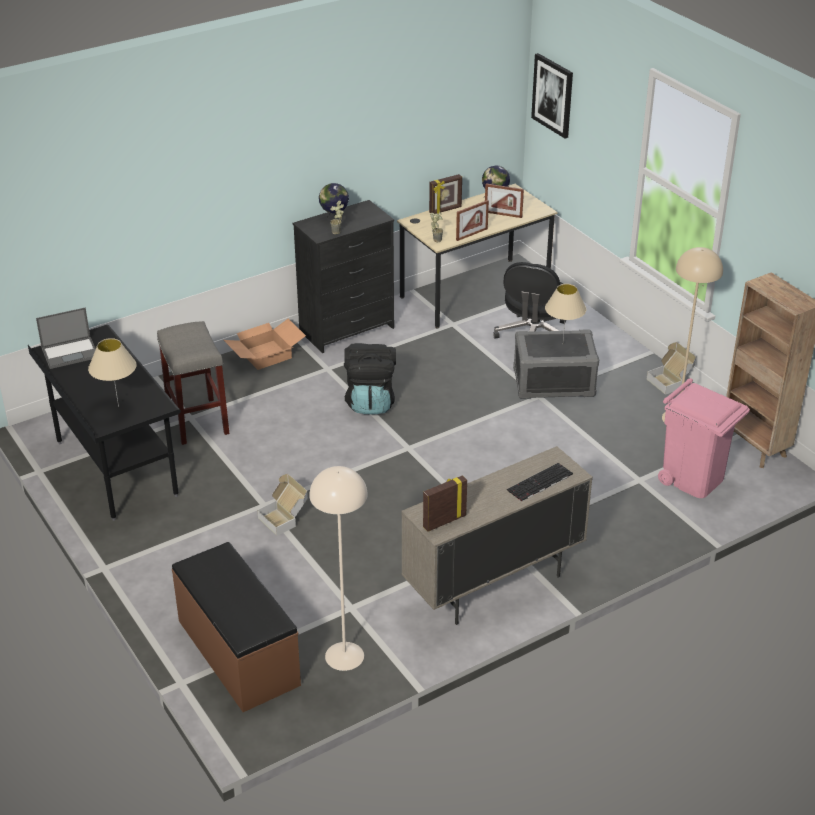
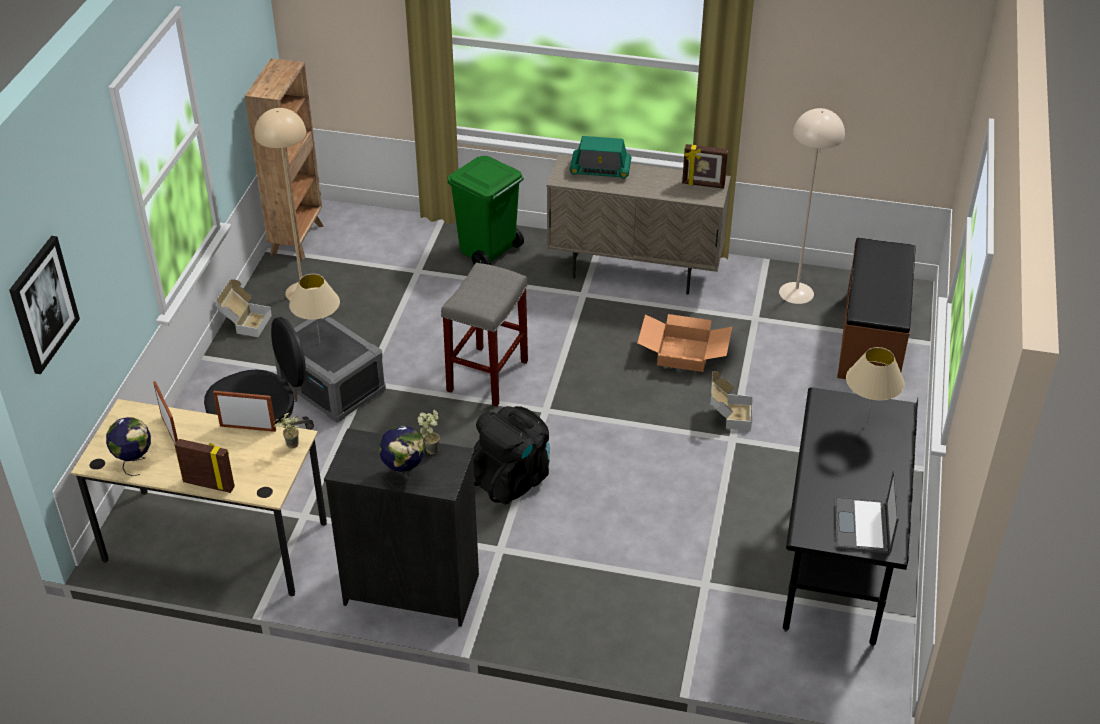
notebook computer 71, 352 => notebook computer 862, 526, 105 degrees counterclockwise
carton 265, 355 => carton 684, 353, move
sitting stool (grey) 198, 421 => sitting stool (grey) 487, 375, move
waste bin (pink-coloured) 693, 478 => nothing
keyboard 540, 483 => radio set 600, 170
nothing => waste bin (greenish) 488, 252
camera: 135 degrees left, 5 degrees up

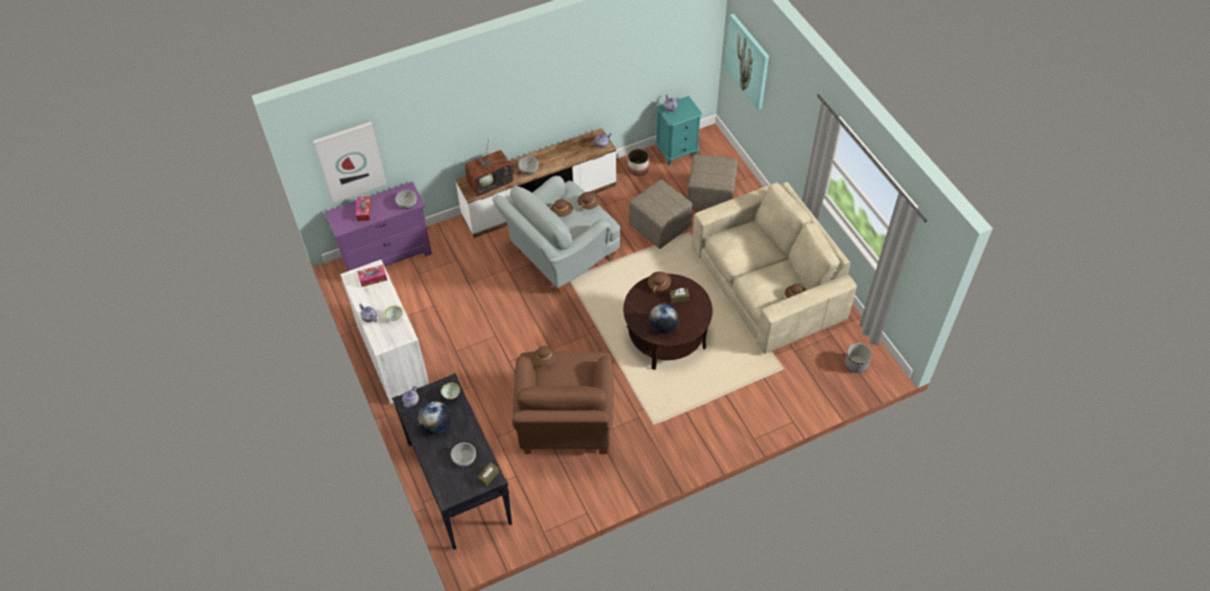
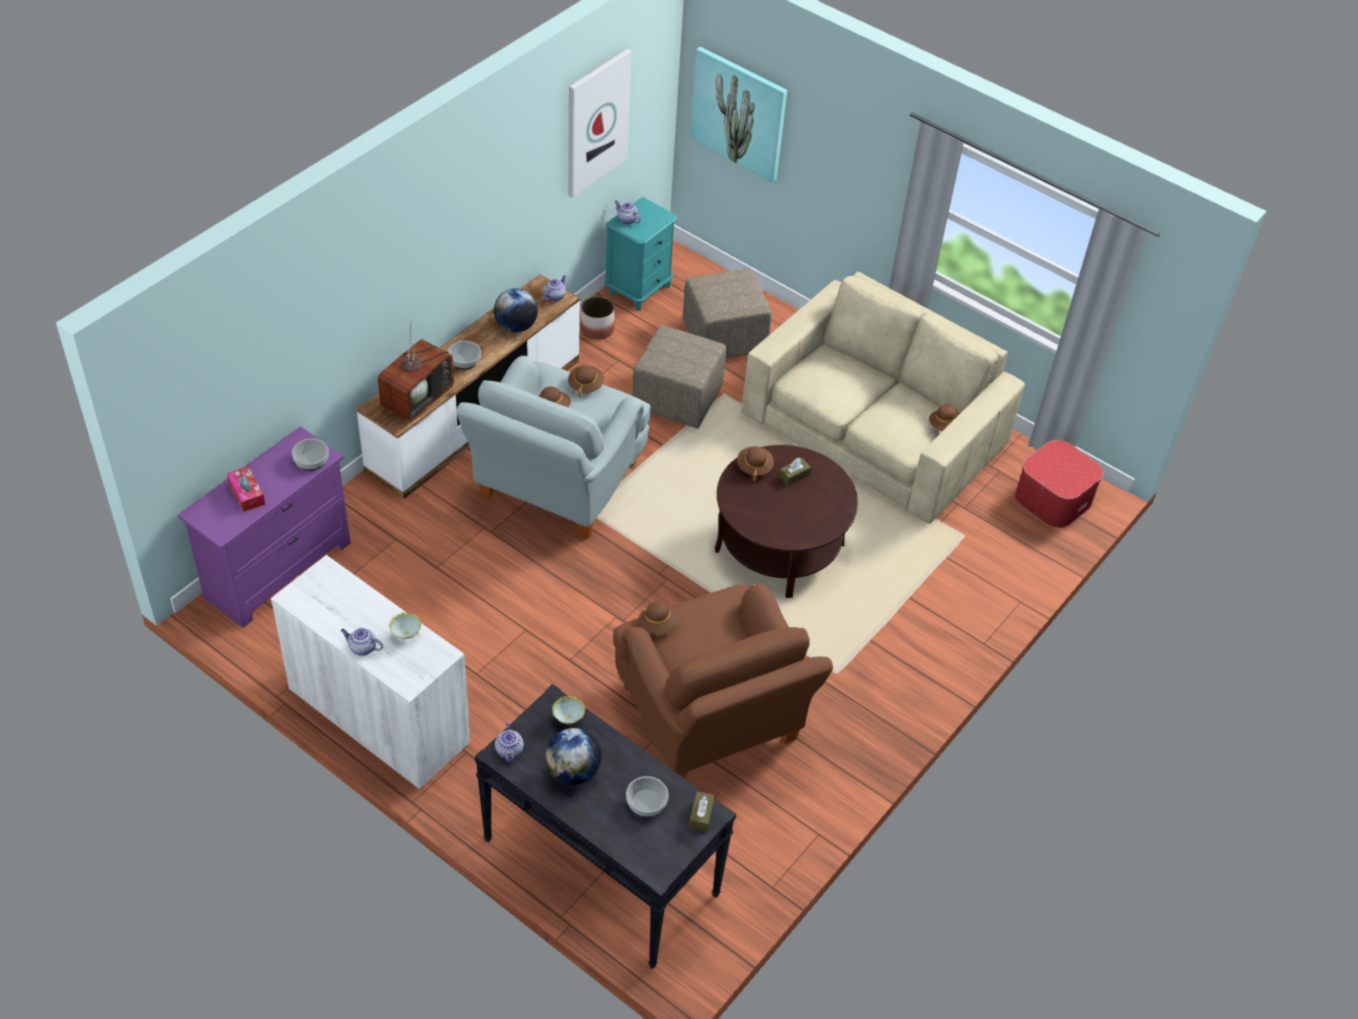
wall art 350, 161 => wall art 596, 122, move
tissue holder 373, 278 => nothing
world globe 663, 327 => world globe 516, 326, move
plant pot 856, 364 => footrest 1053, 498
camera: 30 degrees left, 5 degrees down

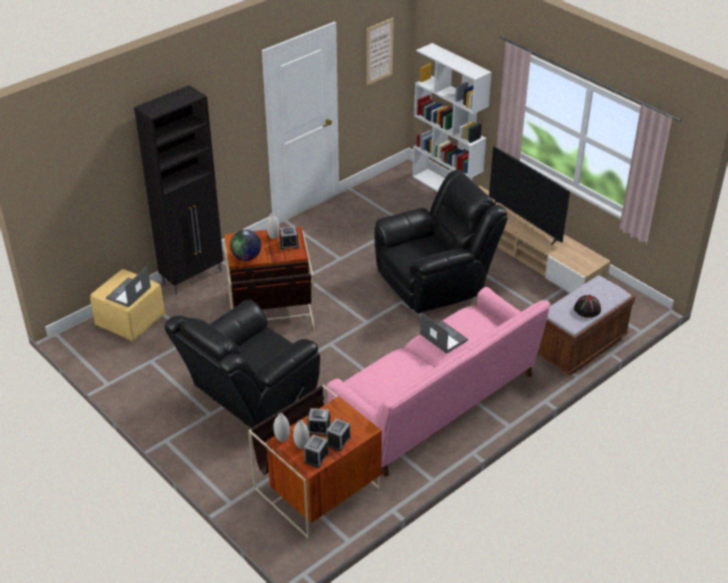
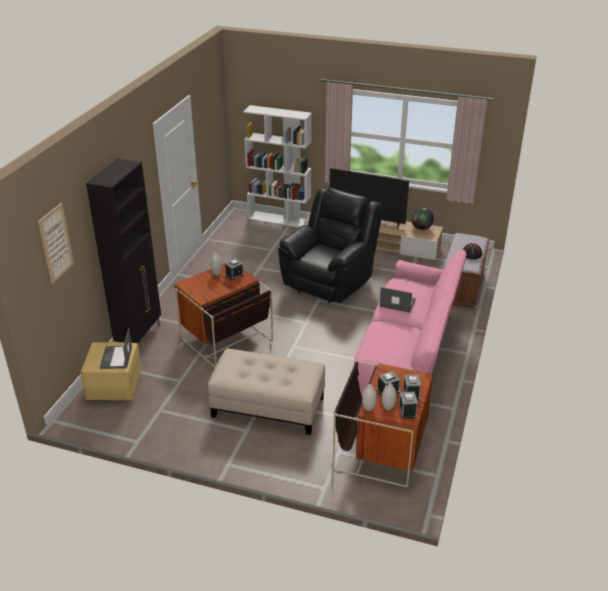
wall art 379, 51 => wall art 56, 243, move
world globe 246, 257 => world globe 421, 228, move
armchair (black-coloured) 249, 399 => footrest (beige) 267, 407
camera: 30 degrees left, 5 degrees down

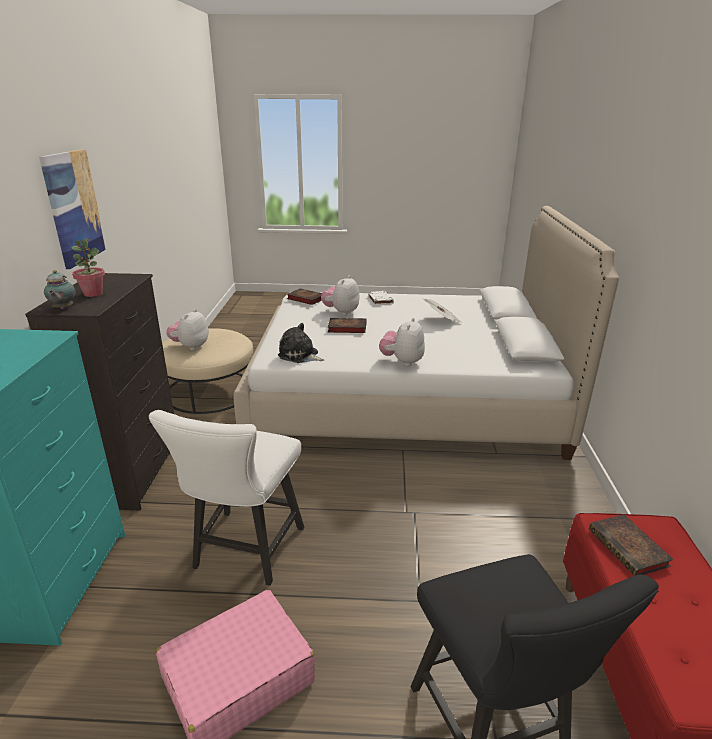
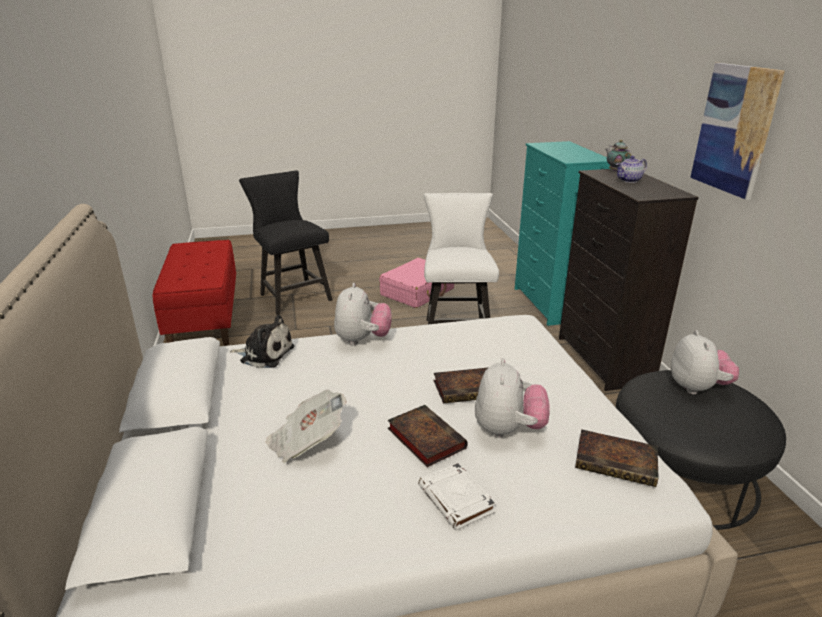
plant in a pot 93, 293 => tea pot 629, 180
cuddly toy 300, 355 => cuddly toy 264, 354, move
footrest (beige) 210, 391 => footrest (black-coloured) 681, 475
bound book 629, 549 => bound book 424, 438, move
camera: 165 degrees right, 0 degrees up

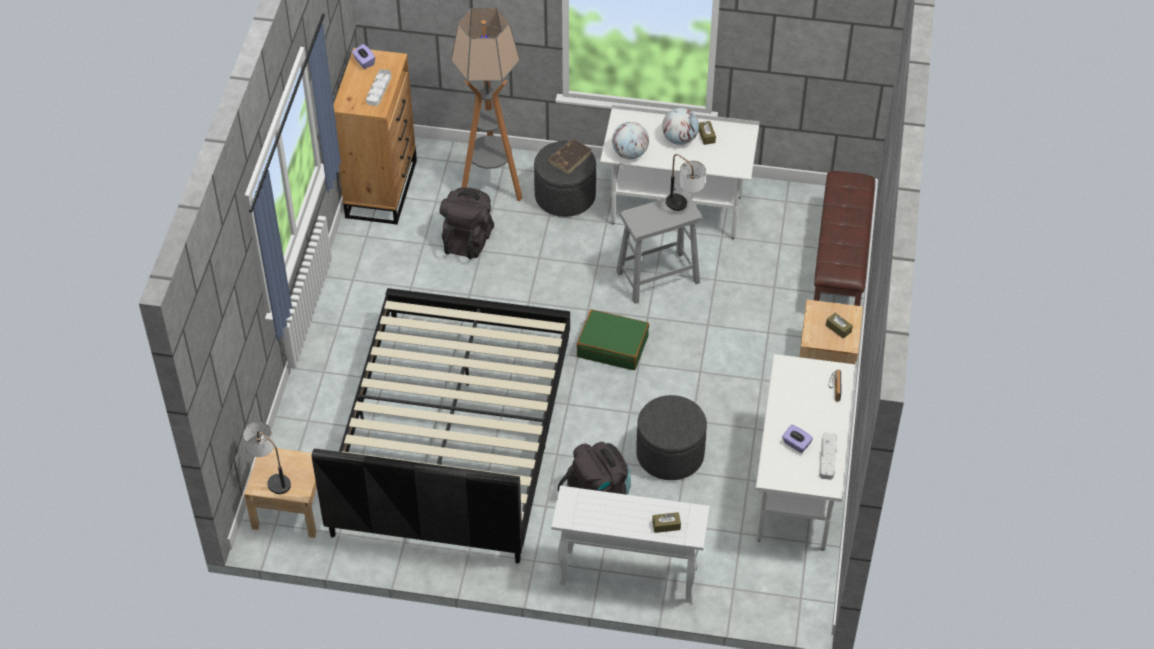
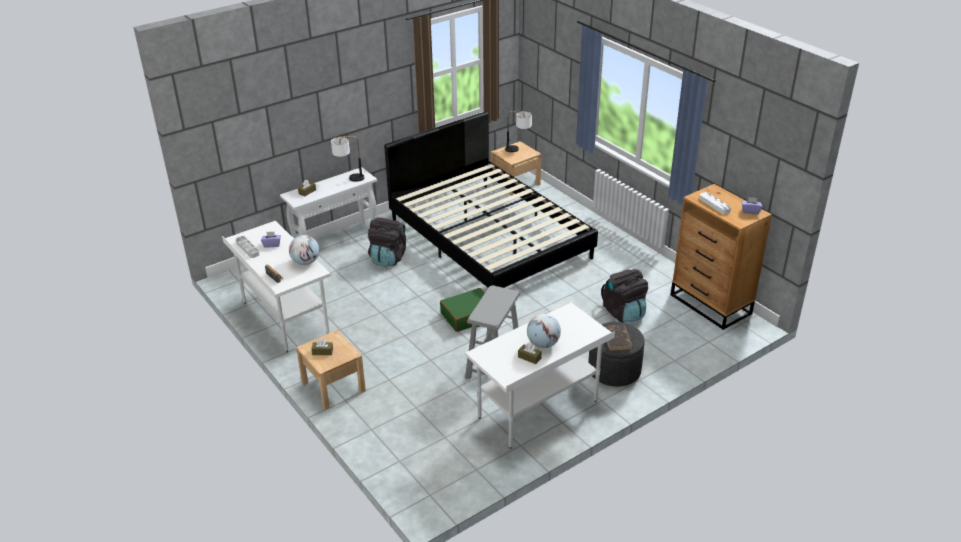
standing lamp 491, 187 => nothing
world globe 630, 153 => world globe 305, 262, move
lamp for a table 684, 208 => lamp for a table 349, 178, move
bench (brown) 840, 265 => nothing
footrest (grey) 670, 454 => nothing
camera: 135 degrees right, 15 degrees down

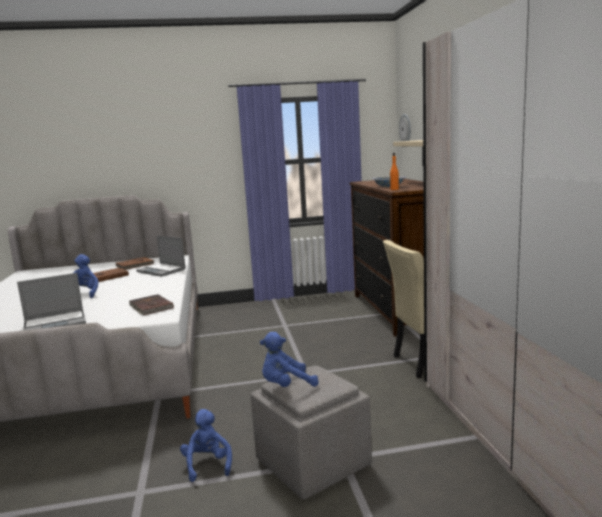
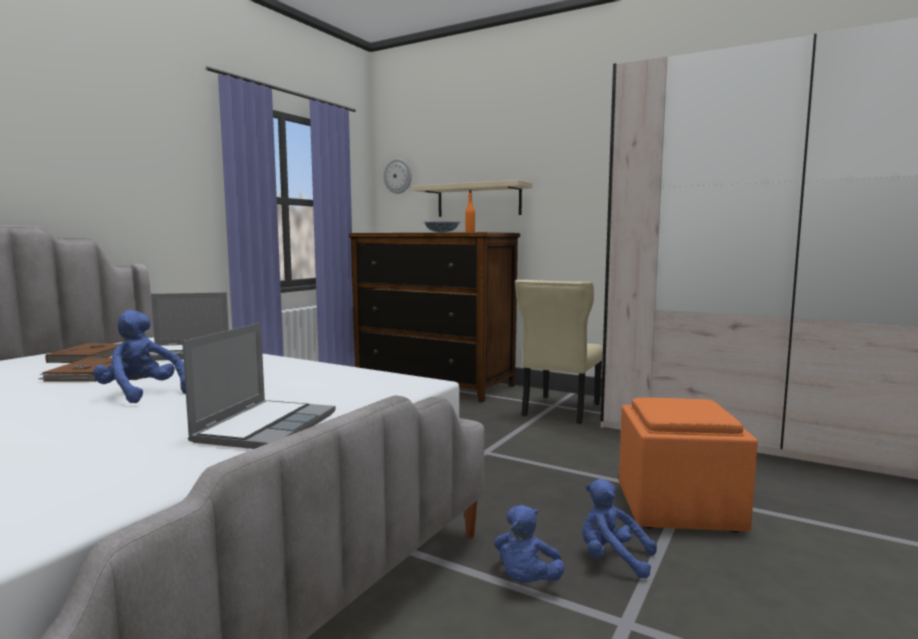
bound book (brown) 150, 307 => nothing
cuddly toy (blue-coloured) 286, 386 => cuddly toy (blue-coloured) 526, 581, move
footrest (grey) 314, 463 => footrest (orange-coloured) 679, 508
camera: 50 degrees left, 5 degrees down

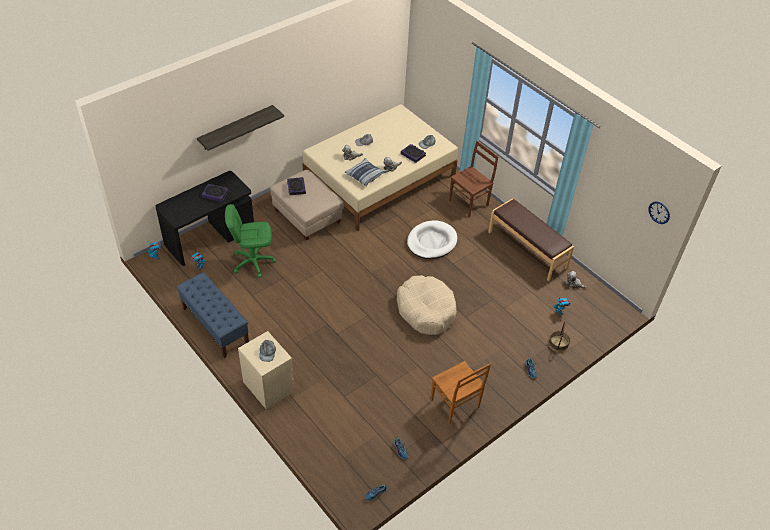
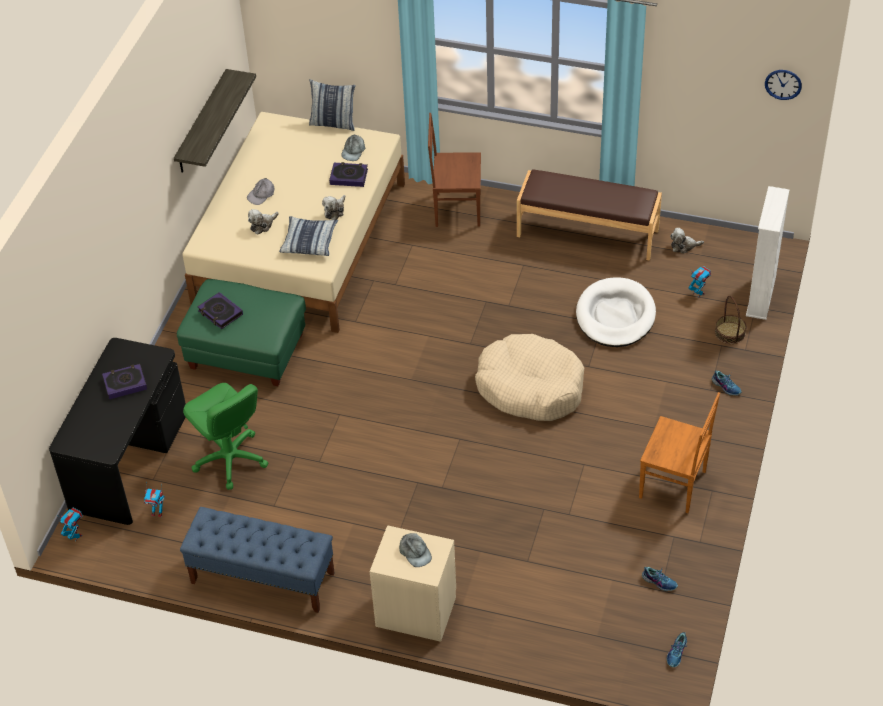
shelf 236, 127 => shelf 202, 123, move
plain chair (brown) 469, 202 => plain chair (brown) 456, 209, 105 degrees counterclockwise
footrest (beige) 307, 216 => footrest (greenish) 247, 352
office chair (greenish) 253, 262 => office chair (greenish) 230, 459, 90 degrees counterclockwise
pet bed (whitish) 431, 242 => pet bed (whitish) 615, 316, move
nothing => pillow 333, 123
nothing => shelving unit (whitish) 761, 296
camera: 30 degrees left, 0 degrees up

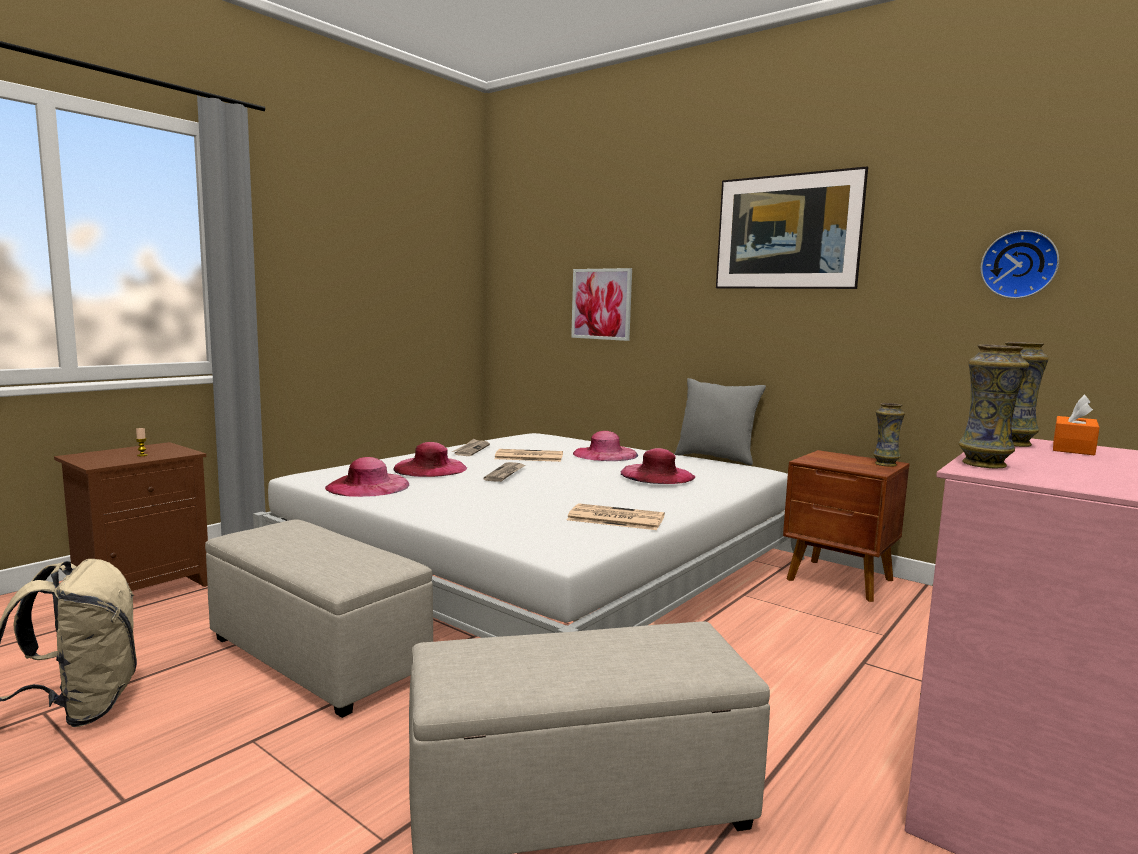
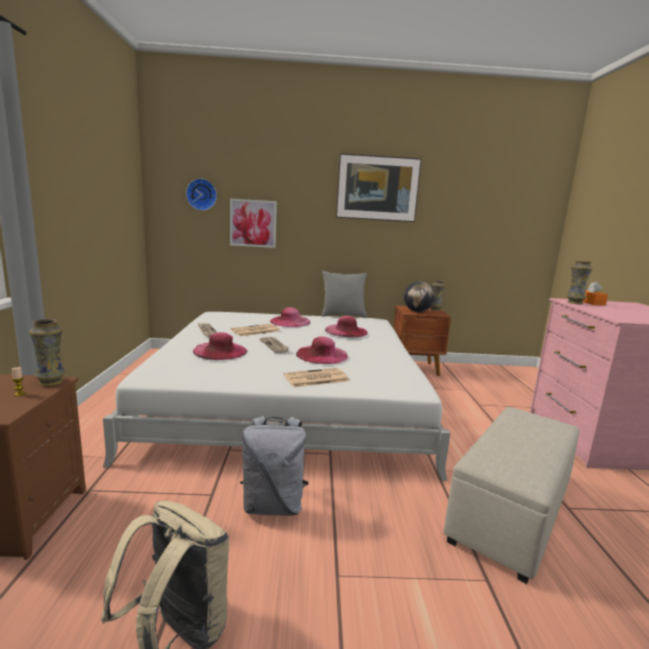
wall clock 1019, 265 => wall clock 202, 194, move
vase 985, 464 => vase 51, 382, move
wearable hat (pink-coloured) 368, 486 => wearable hat (pink-coloured) 322, 355, move
newspaper 614, 518 => newspaper 315, 378, move
footrest (beige) 318, 657 => backpack (grey) 273, 505
nothing => world globe 417, 311
camera: 40 degrees left, 5 degrees up

